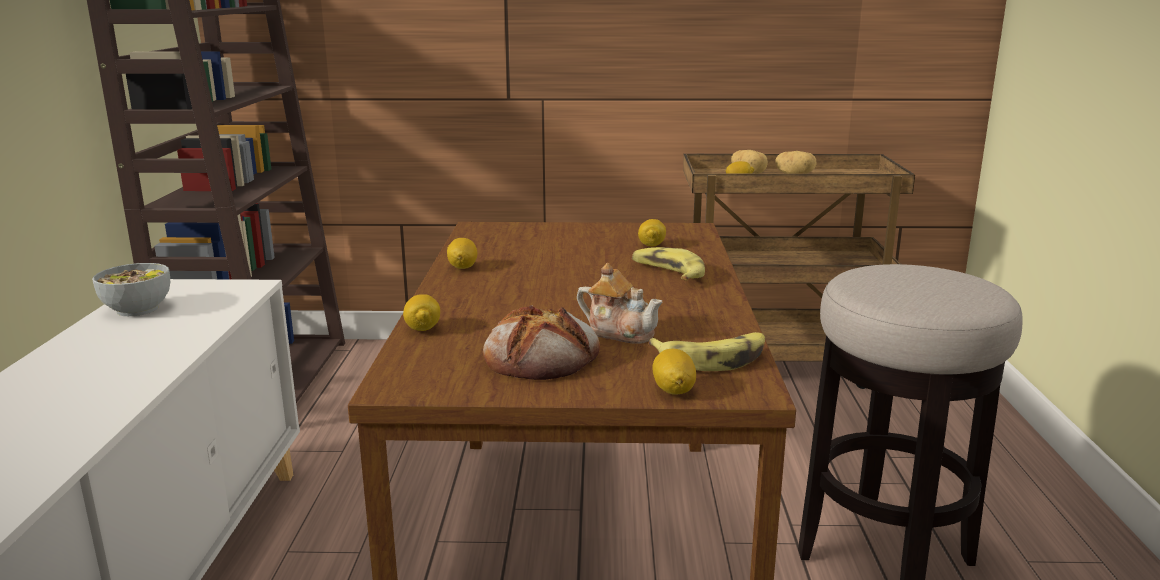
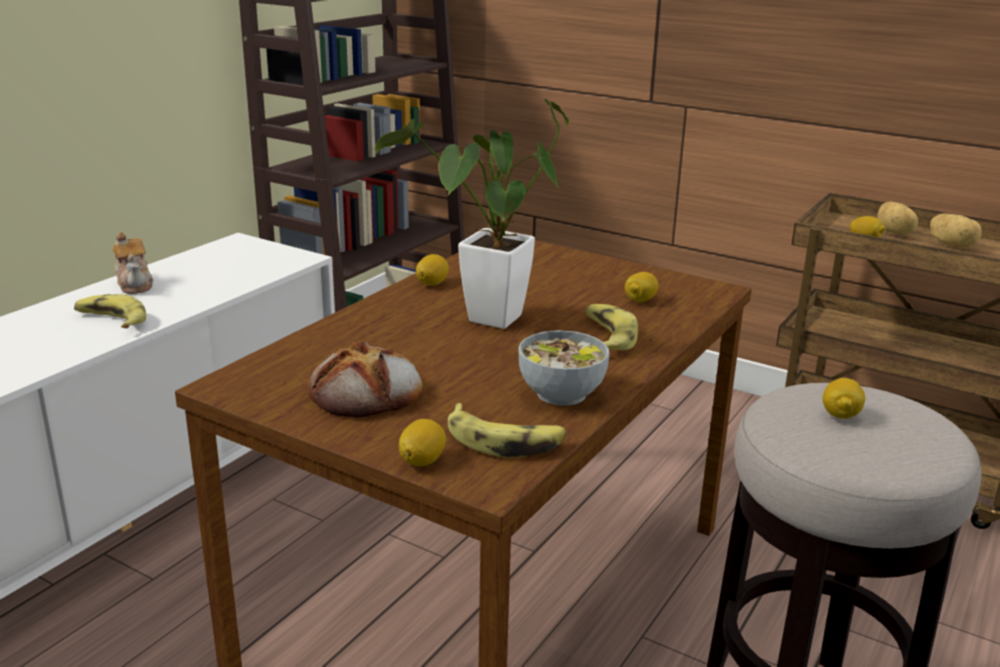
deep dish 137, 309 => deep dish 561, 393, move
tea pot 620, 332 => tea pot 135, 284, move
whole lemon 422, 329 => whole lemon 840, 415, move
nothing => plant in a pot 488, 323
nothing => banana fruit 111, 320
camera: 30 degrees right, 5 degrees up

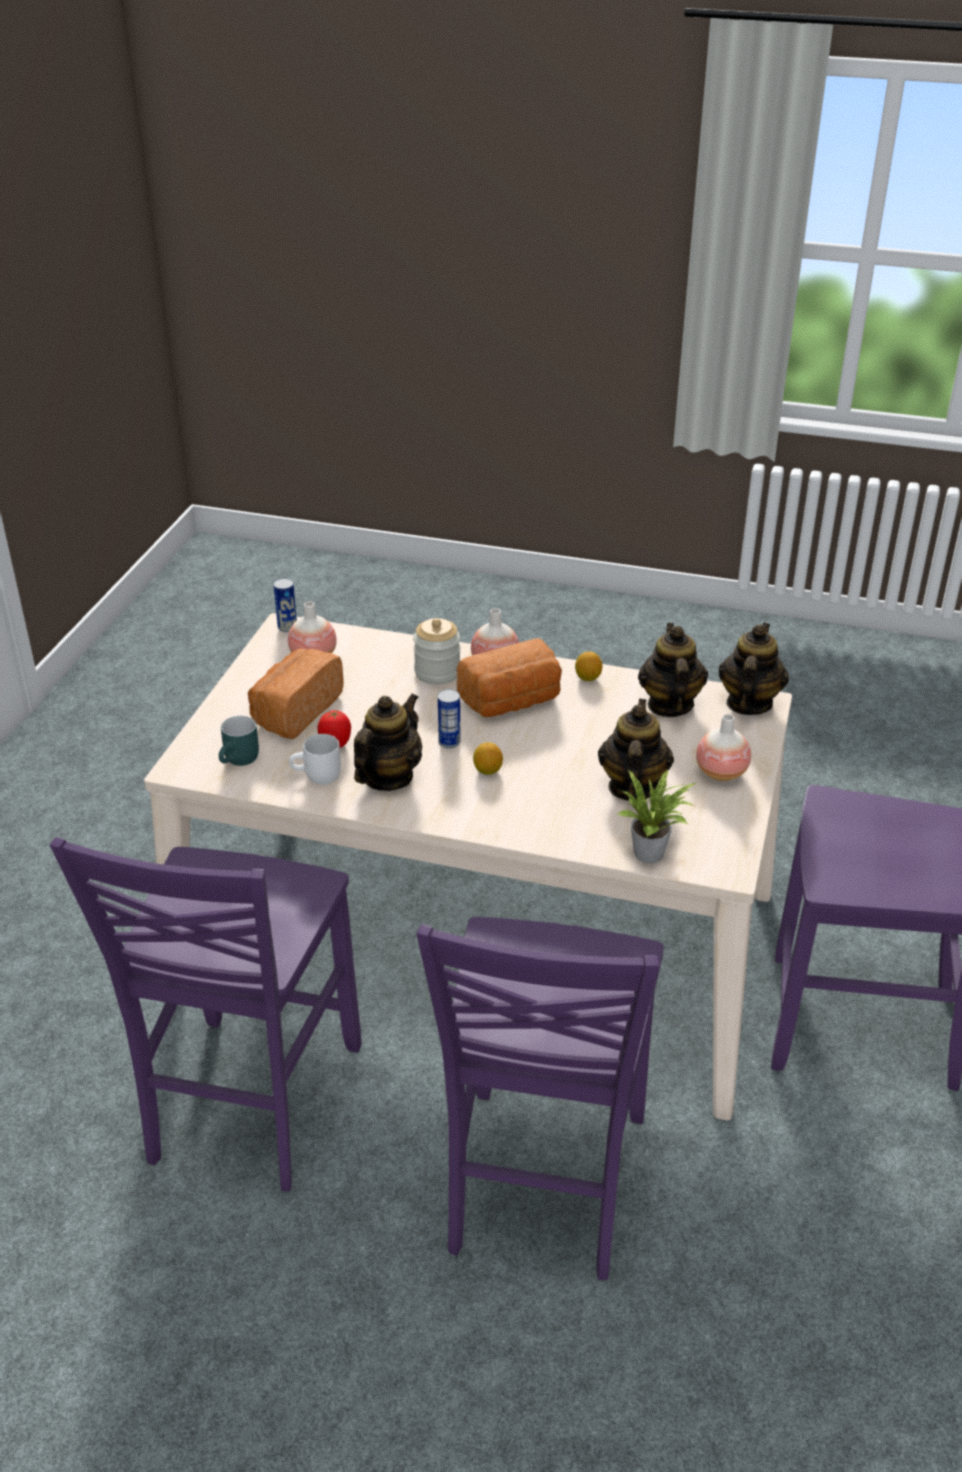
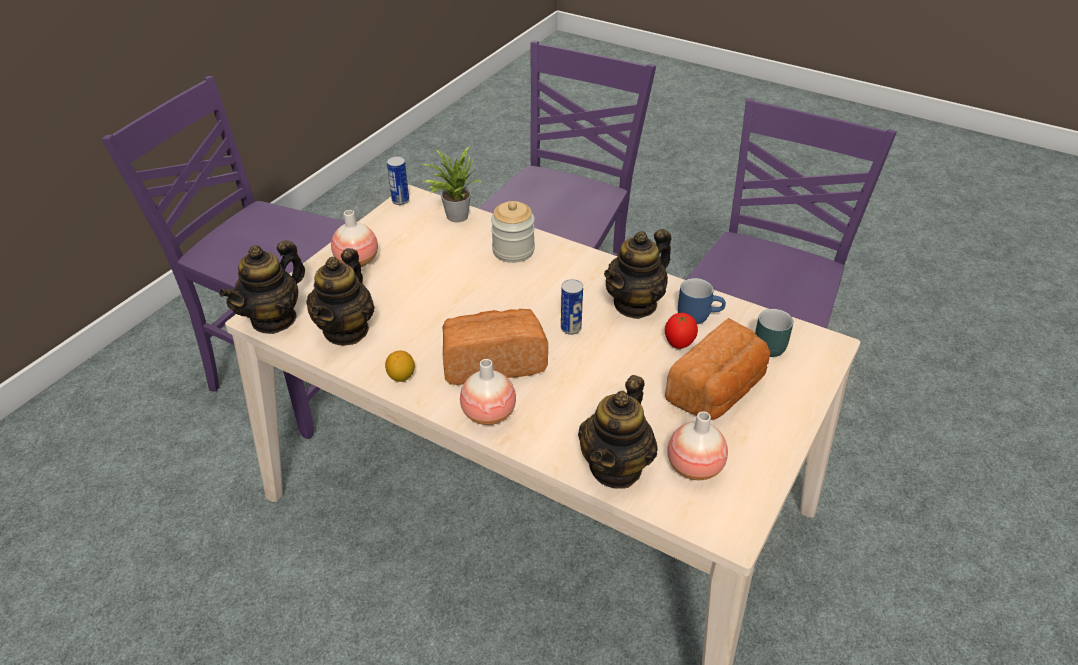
can 287, 627 => can 400, 200, move
jar 437, 672 => jar 513, 251, move
tea pot 632, 787 => tea pot 616, 467, move
tea mug (whitish) 317, 777 => tea mug (blue-coloured) 698, 314
whole lemon 487, 770 => nothing
camera: 165 degrees left, 5 degrees up

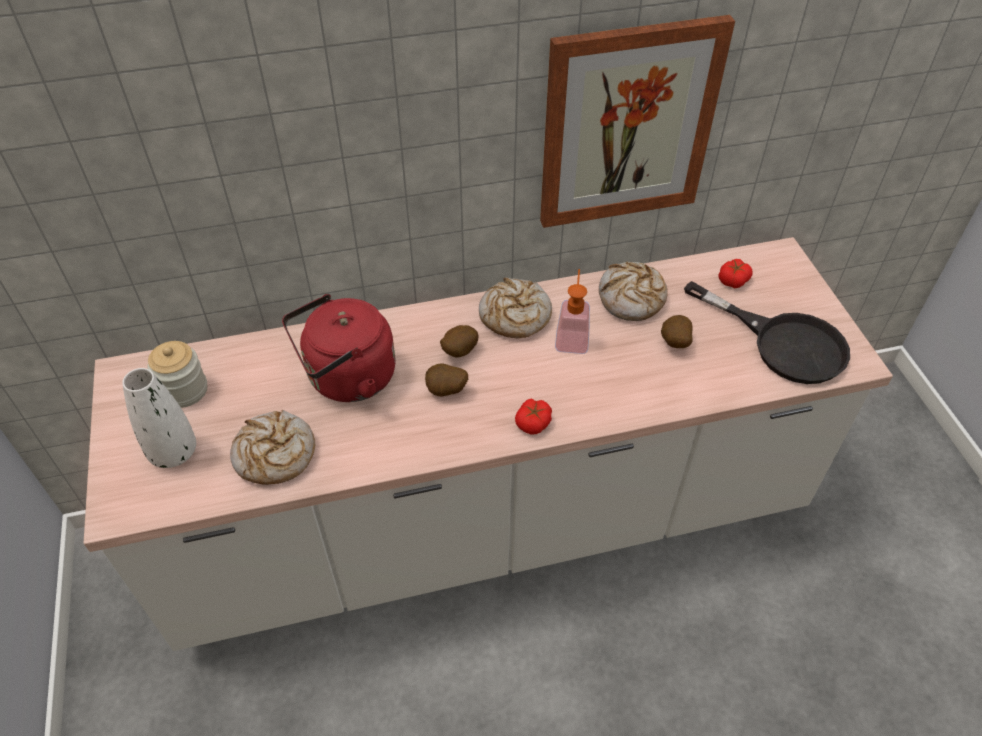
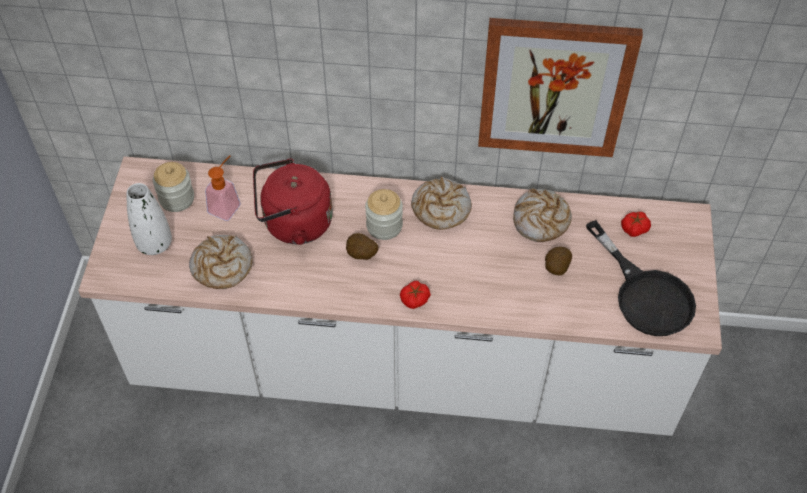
soap bottle 572, 337 => soap bottle 227, 205, move
spud 458, 351 => jar 384, 226
camera: 20 degrees right, 5 degrees up

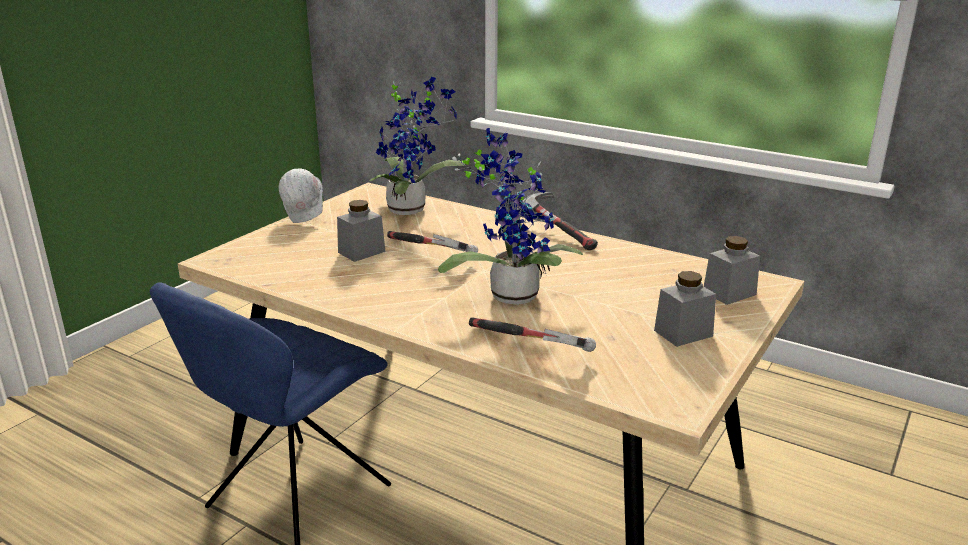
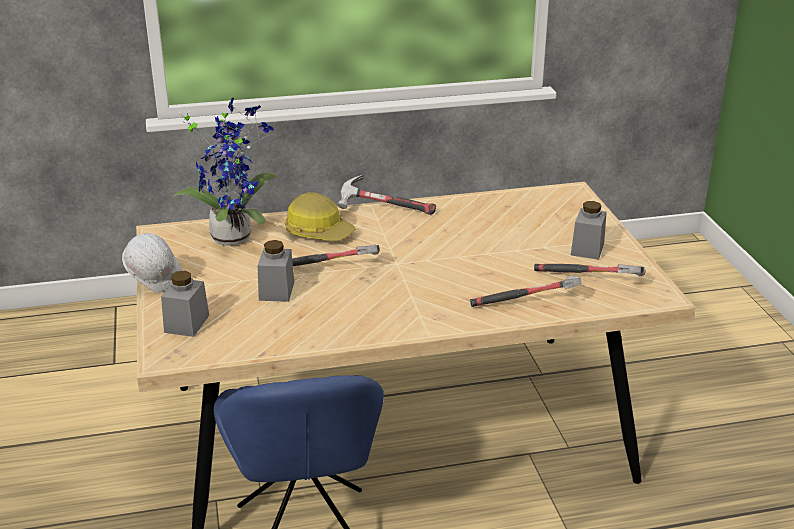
plant in a pot 511, 293 => nothing
jar (grey) 729, 293 => jar (grey) 187, 324, move
nothing => hard hat 319, 232
nothing => hammer 591, 281
camera: 45 degrees left, 5 degrees up

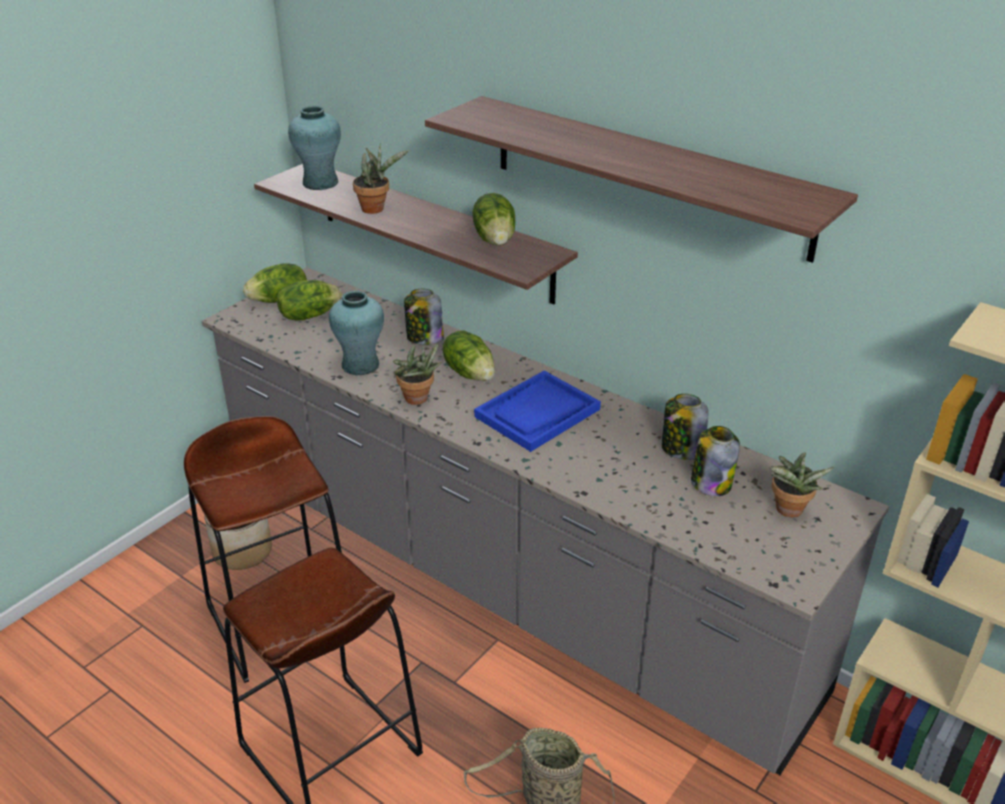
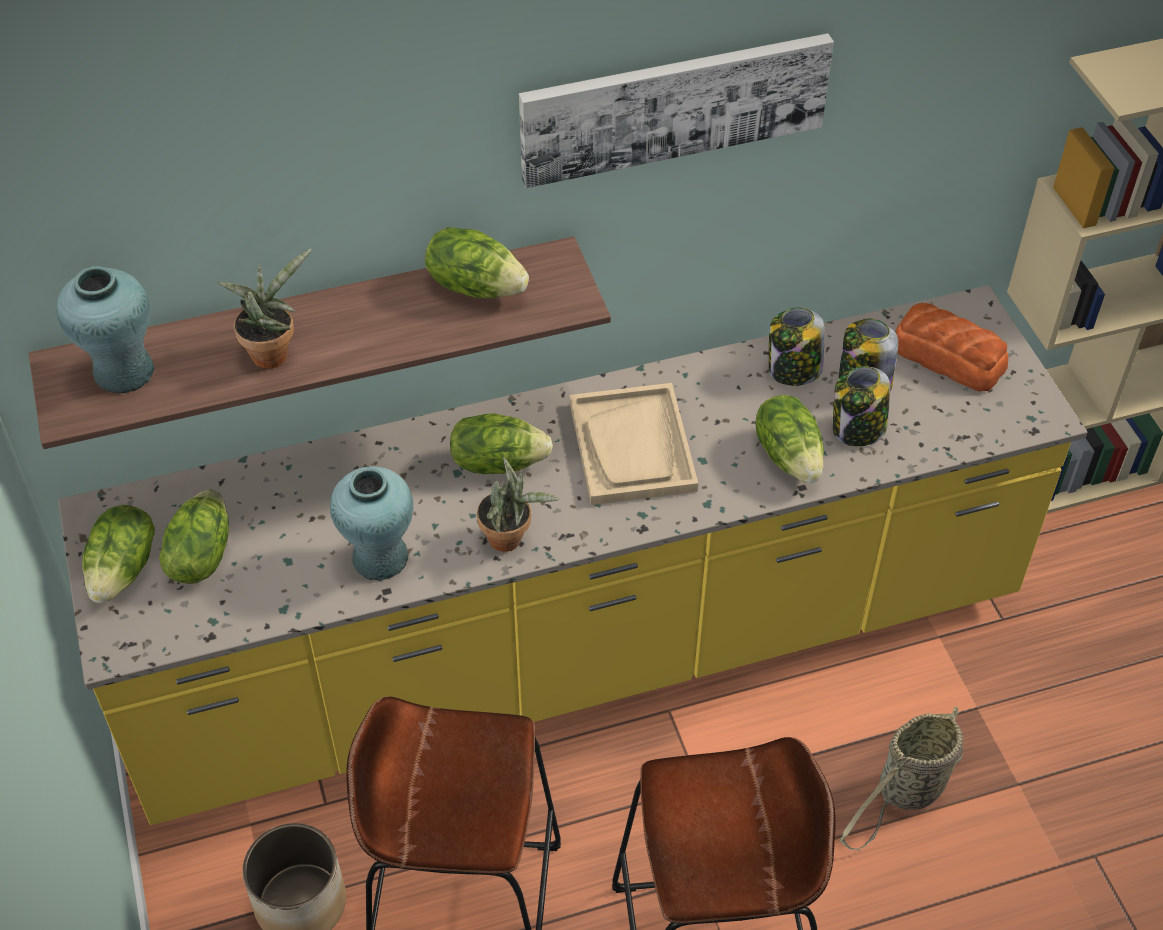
shelf 647, 175 => wall art 673, 106
kitchen counter (grey) 502, 578 => kitchen counter (yellowish) 581, 653
jar 424, 337 => jar 857, 429, move
tray (blue-coloured) 537, 413 => tray (beige) 632, 447
plant in a pot 788, 512 => bread 947, 356
nothing => lettuce head 789, 456
camera: 55 degrees left, 15 degrees up

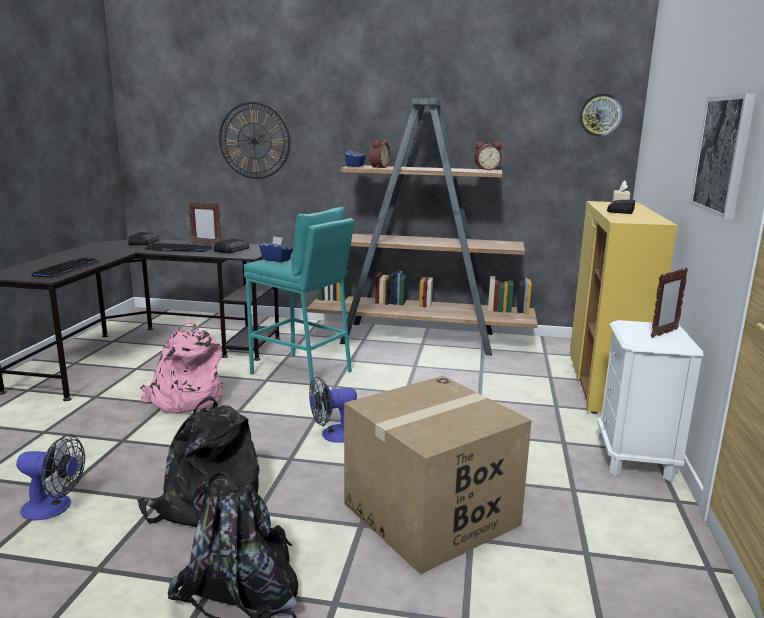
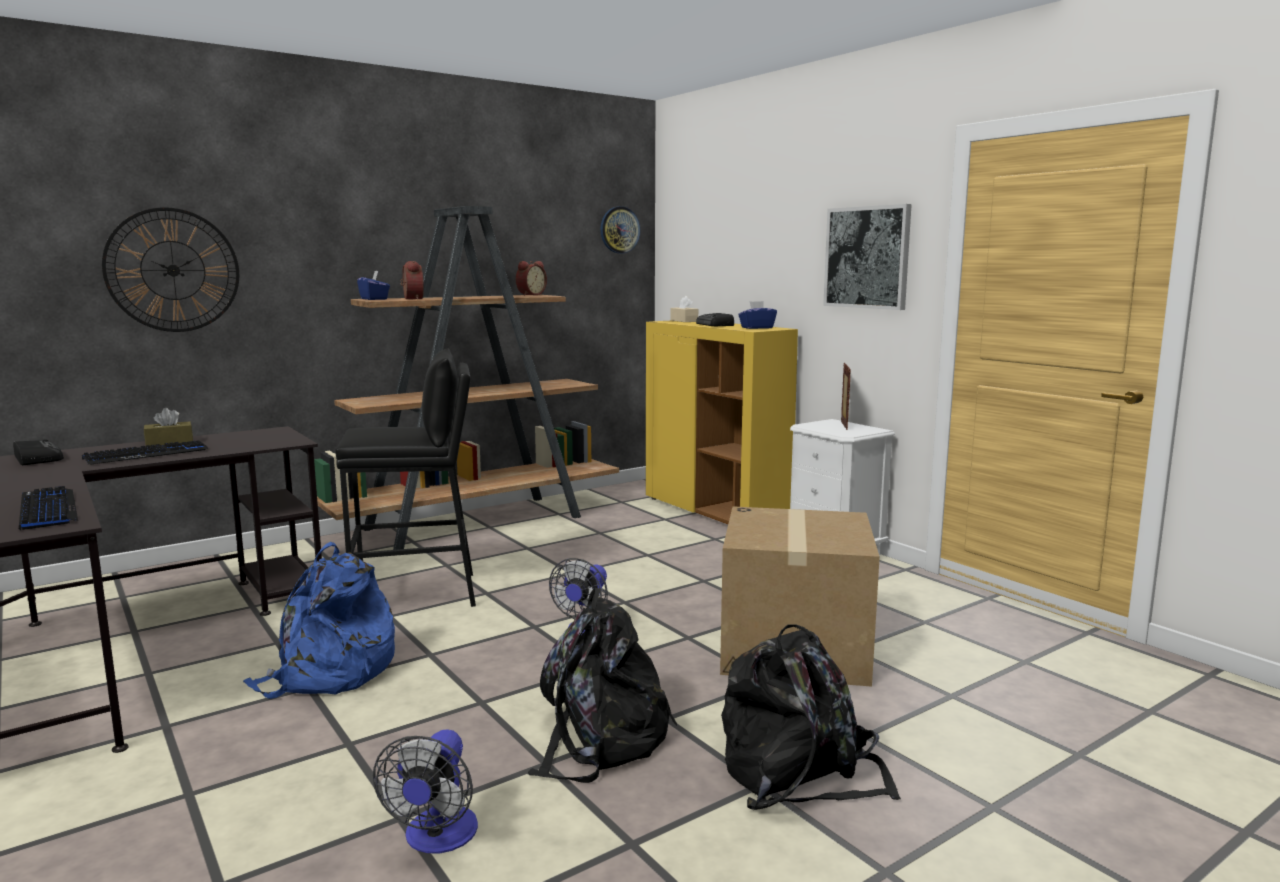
standing frame 206, 244 => tissue holder (brown) 169, 442
sitting stool (blue-green) 301, 372 => sitting stool (black-coloured) 416, 594
tissue holder (blue-coloured) 276, 260 => tissue holder (blue-coloured) 756, 328, move
radio set 232, 249 => nothing
backpack (pink-coloured) 185, 400 => backpack (blue-coloured) 329, 673
cooling fan 54, 508 => cooling fan 437, 839, 135 degrees clockwise
camera: 45 degrees left, 5 degrees down

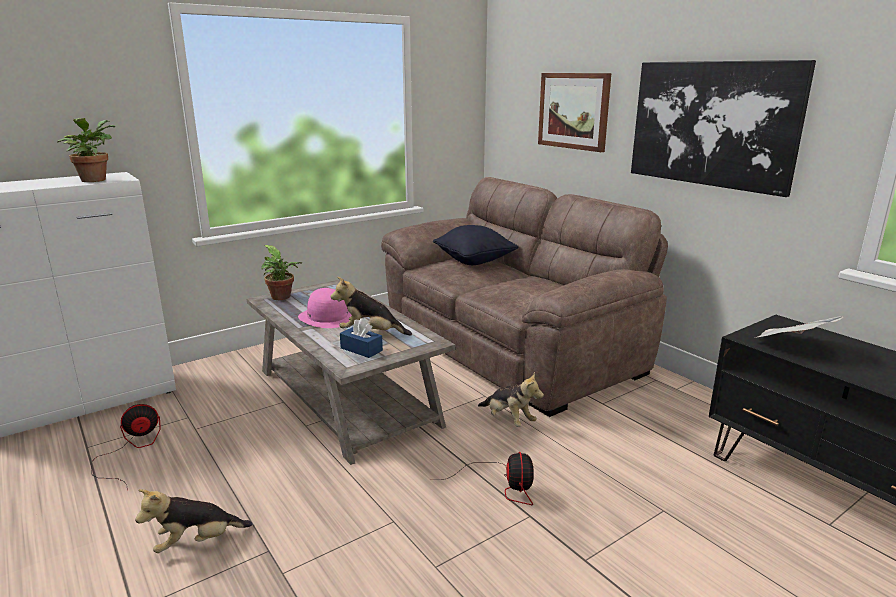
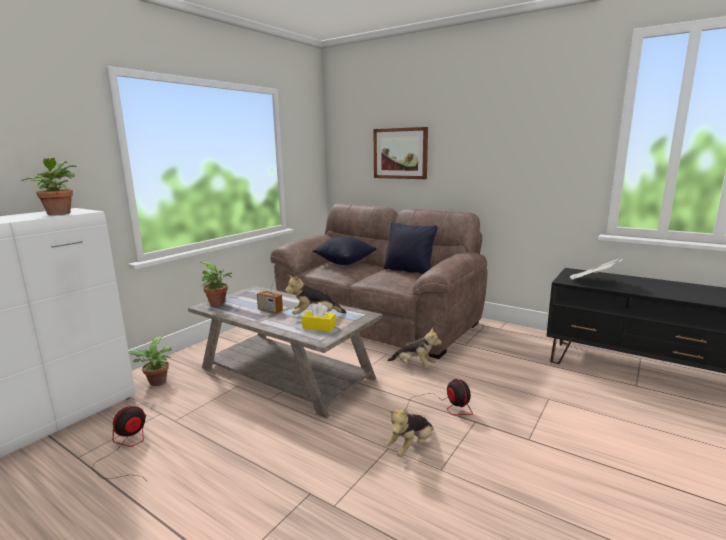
wall art 712, 124 => nothing
wearable hat (pink-coloured) 328, 317 => radio set 270, 310
tissue holder (blue-coloured) 361, 349 => tissue holder (yellowish) 319, 327
cuddly toy 197, 542 => cuddly toy 410, 446, move
nothing => pillow (black-coloured) 409, 270
nothing => plant in a pot 156, 383
camera: 20 degrees left, 5 degrees down

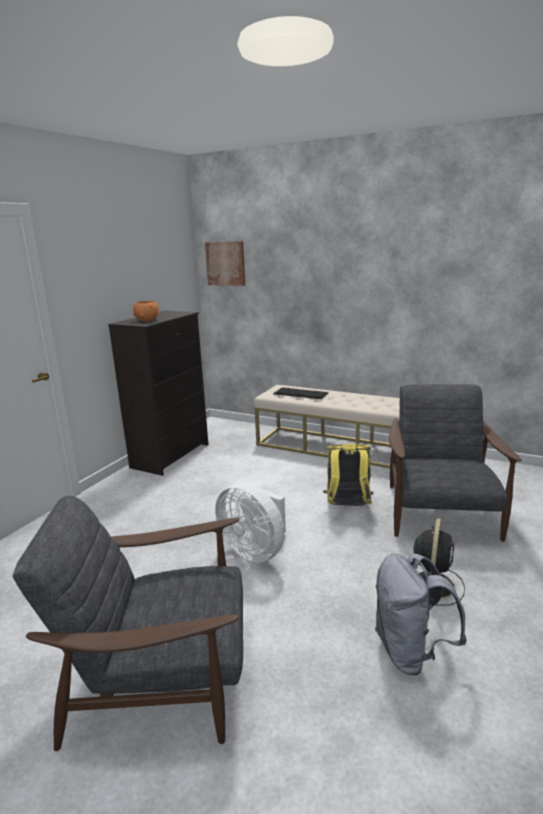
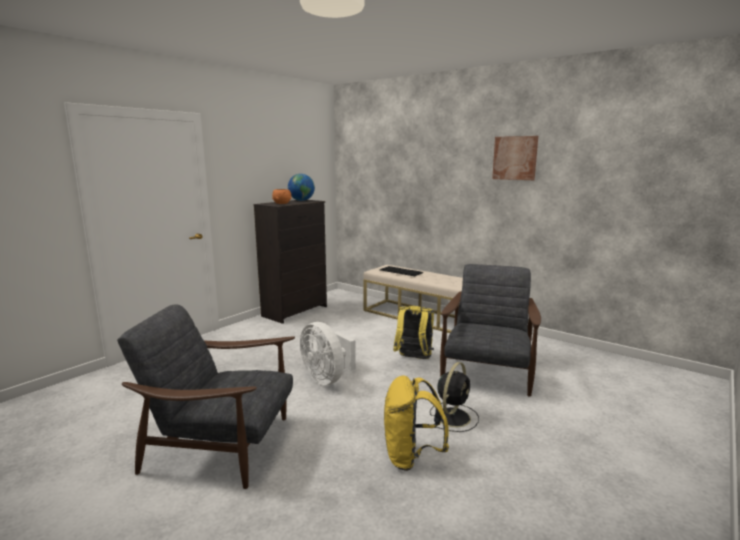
wall art 226, 263 => wall art 515, 158, move
backpack (grey) 411, 652 => backpack (yellowish) 411, 457
nothing => world globe 301, 200
camera: 10 degrees right, 5 degrees down

